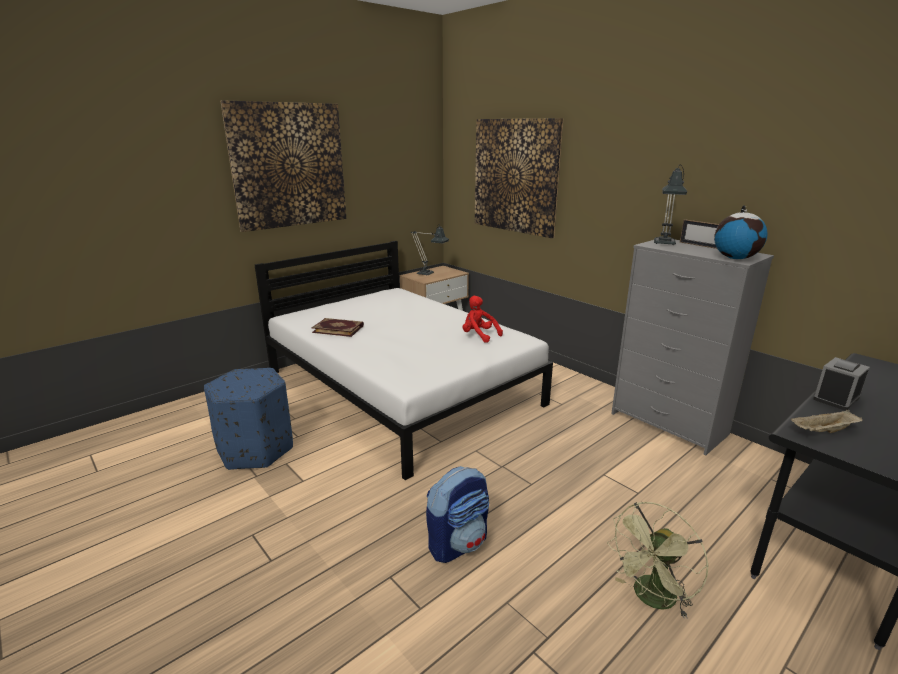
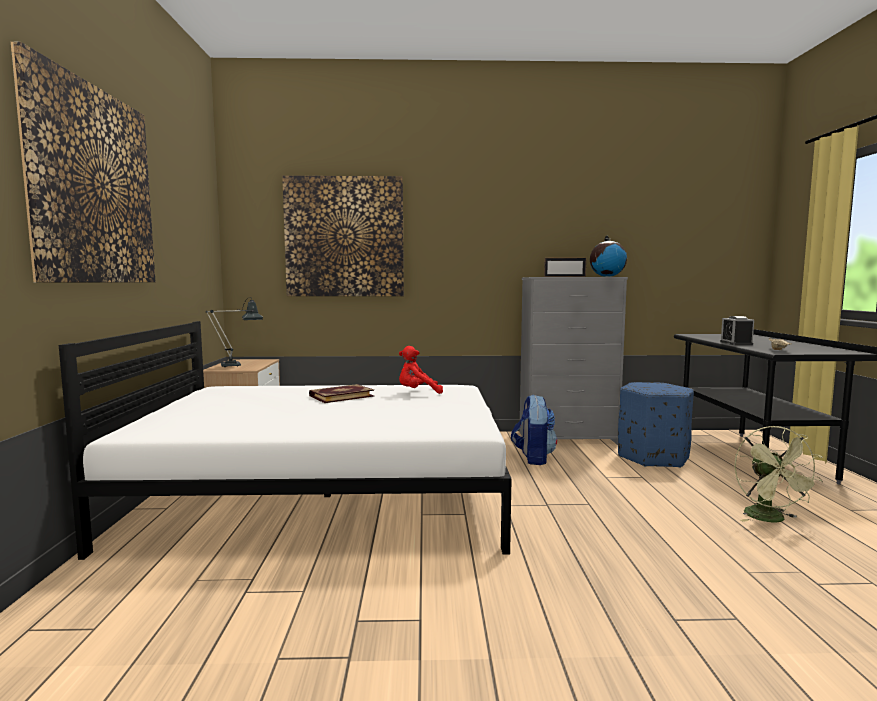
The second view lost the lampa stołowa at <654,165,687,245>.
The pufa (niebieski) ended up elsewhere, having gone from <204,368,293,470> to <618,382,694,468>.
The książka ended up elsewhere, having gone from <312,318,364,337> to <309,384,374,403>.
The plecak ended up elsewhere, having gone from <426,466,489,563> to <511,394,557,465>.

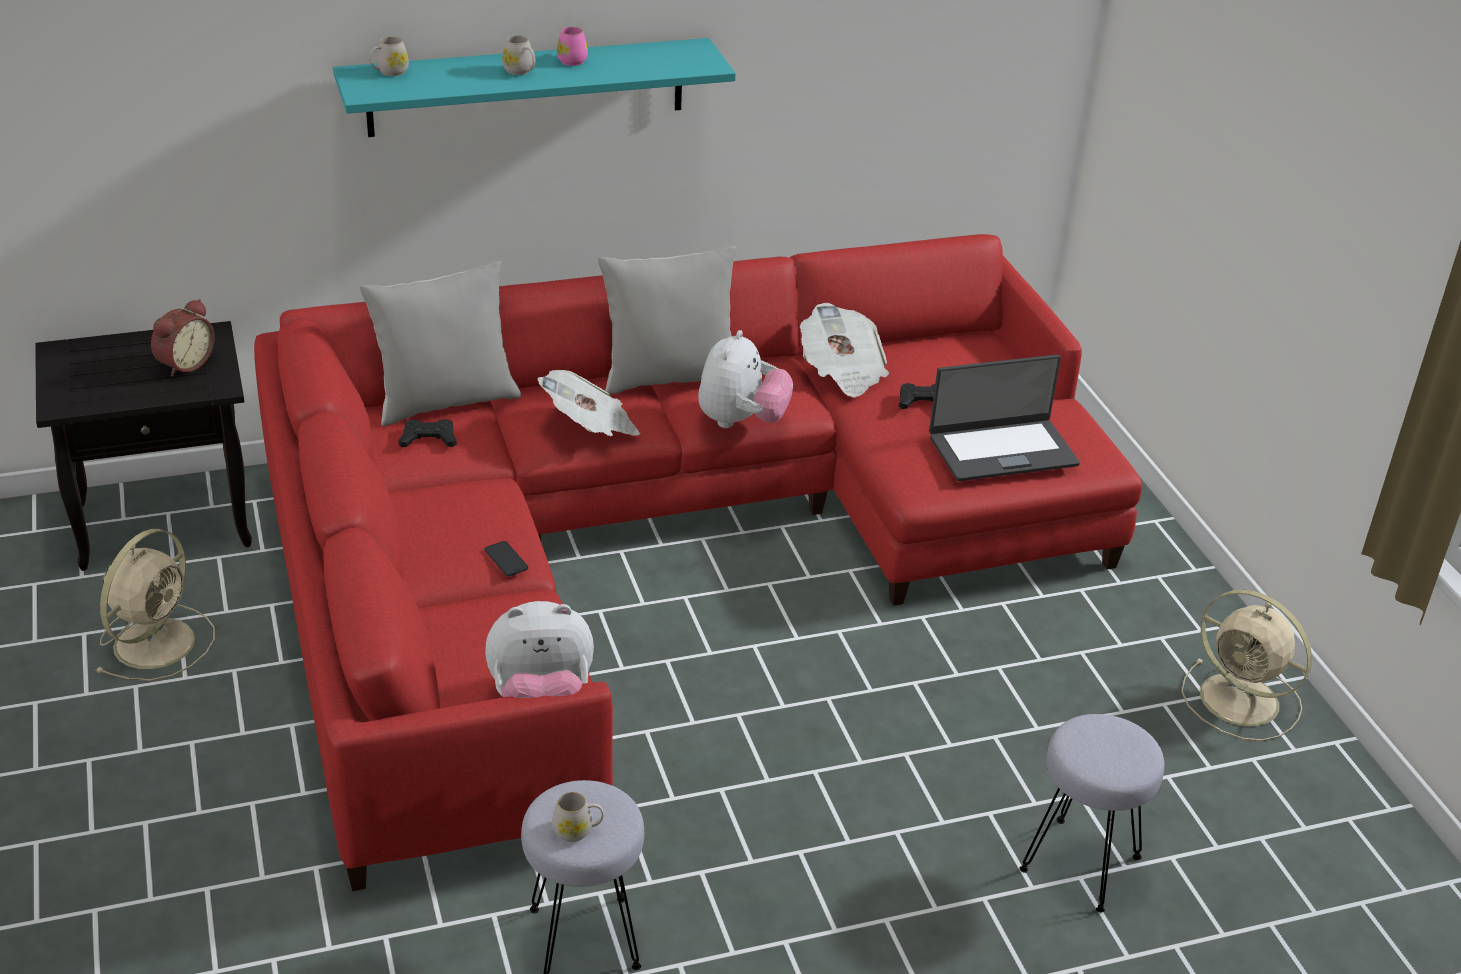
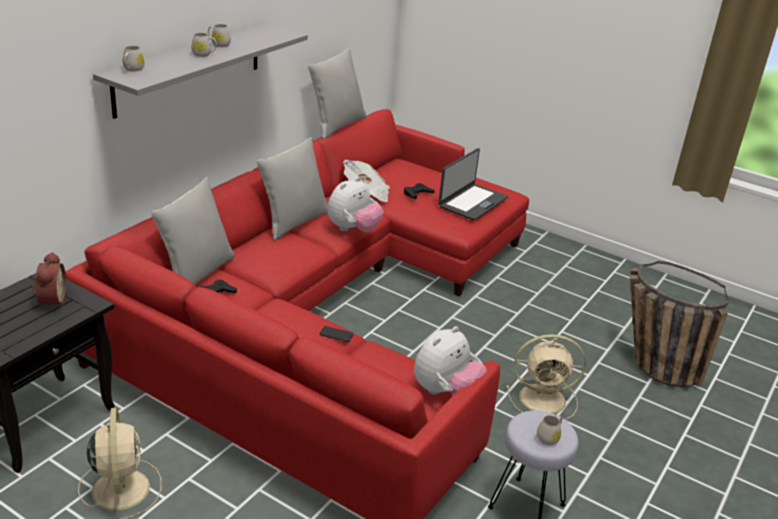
The second view lost the gazeta at <538,370,640,436>.
The second view gained the poduszka (szary) at <308,48,366,139>.
The wentylator (beżowy) ended up elsewhere, having gone from <1181,589,1312,741> to <506,334,586,420>.
Where the stołek (szary) stood at <1020,714,1164,913>, the koszyk came to stand at <630,261,729,387>.
What was the półka (turkusowy) at <333,38,736,137> turned into the półka (szary) at <93,23,308,119>.
What was the kubek (różowy) at <557,27,588,66> turned into the kubek (biały) at <208,24,231,47>.
The pluszak at <698,330,793,428> ended up facing another way, 60 degrees clockwise from before.

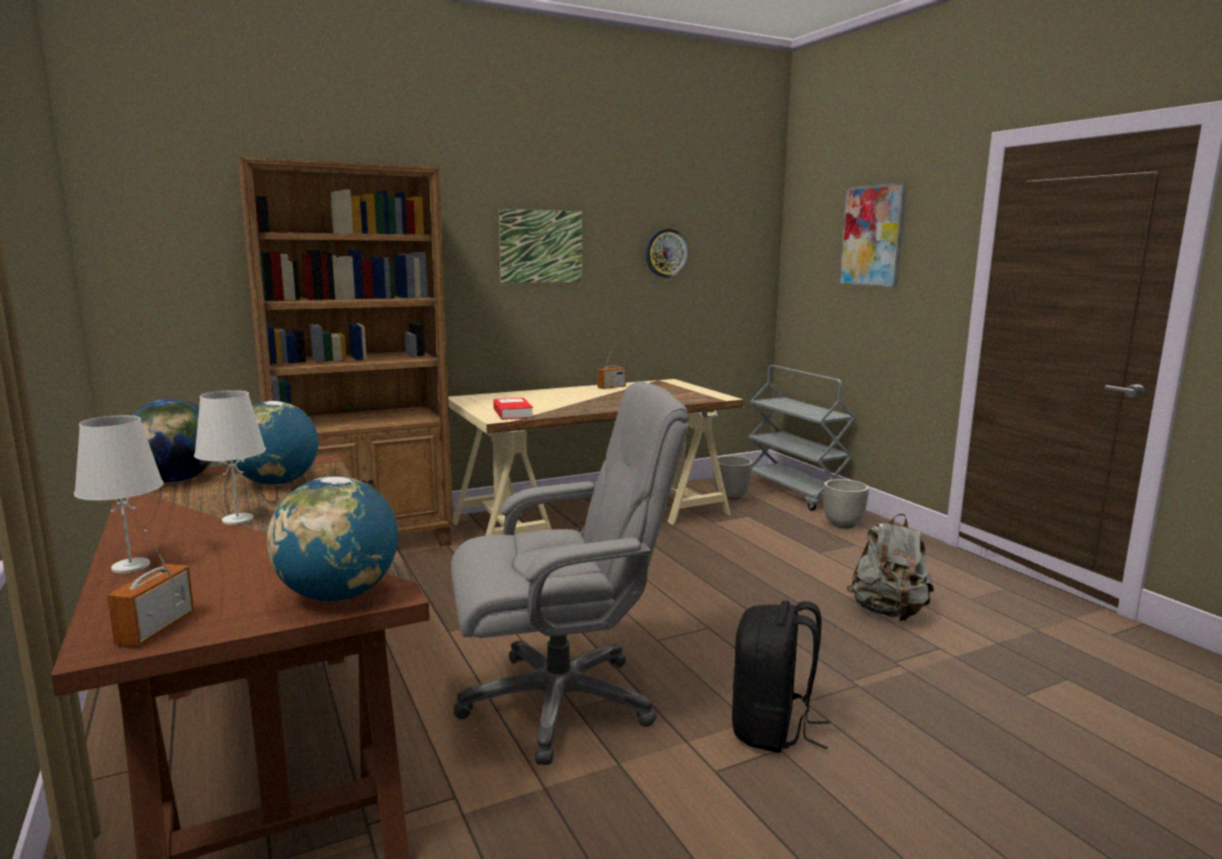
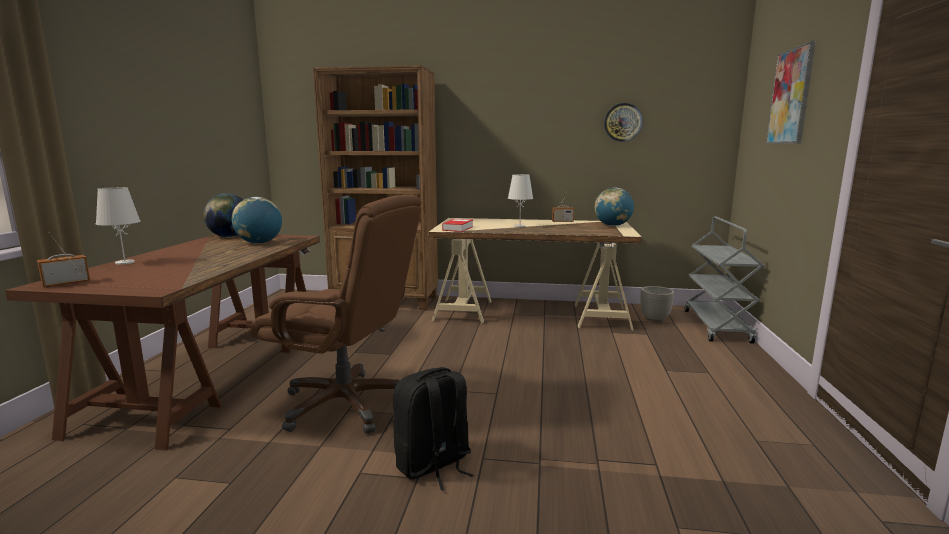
The second view lost the obraz at <499,209,582,283>.
The second view lost the donica at <824,479,869,529>.
The second view lost the plecak (szary) at <847,514,934,621>.
The lampa stołowa (biały) ended up elsewhere, having gone from <194,390,266,525> to <508,174,533,227>.
The globus ended up elsewhere, having gone from <267,477,398,601> to <595,188,634,226>.
What was the krzesło biurowe (szary) at <451,381,689,765> turned into the krzesło biurowe (brązowy) at <251,195,422,434>.

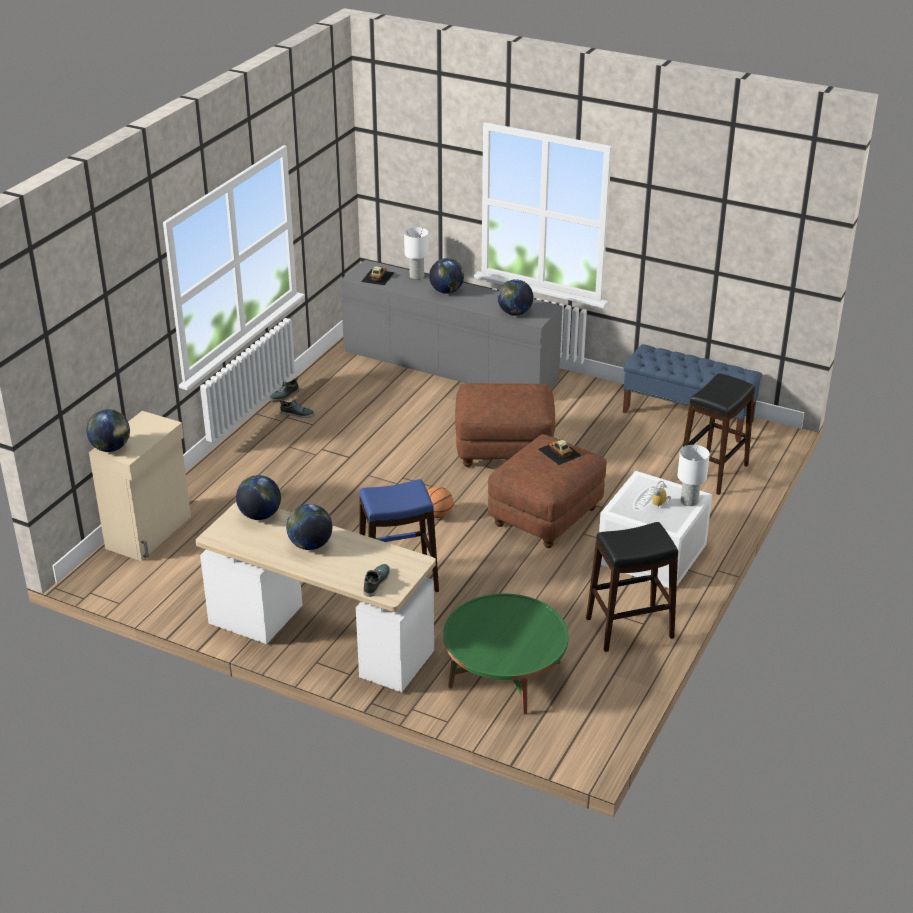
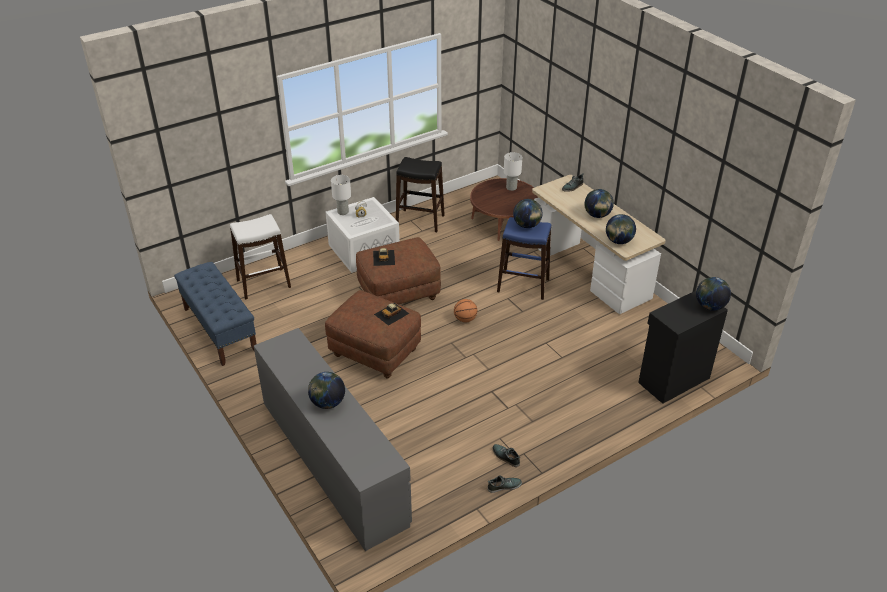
The samochodzik ended up elsewhere, having gone from <361,266,395,285> to <374,303,409,326>.
The lampa stołowa (biały) ended up elsewhere, having gone from <404,227,429,279> to <504,152,522,191>.
The globus ended up elsewhere, having gone from <498,279,533,316> to <513,199,543,228>.
What was the szafka (beżowy) at <89,411,191,561> turned into the szafka (czarny) at <638,291,728,404>.
What was the ława (zielony) at <443,594,569,715> turned into the ława (brązowy) at <470,178,538,241>.
What was the stołek (czarny) at <678,373,755,495> turned into the stołek (biały) at <230,214,291,300>.

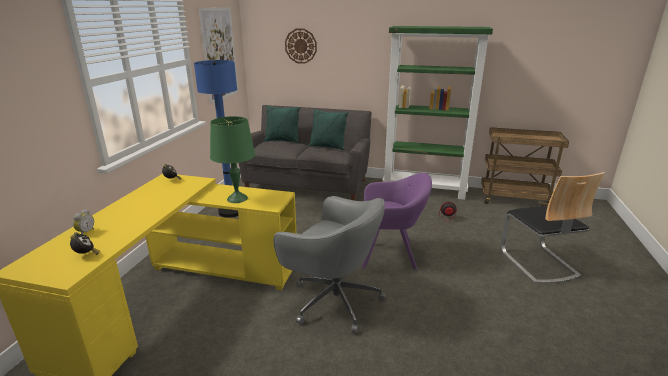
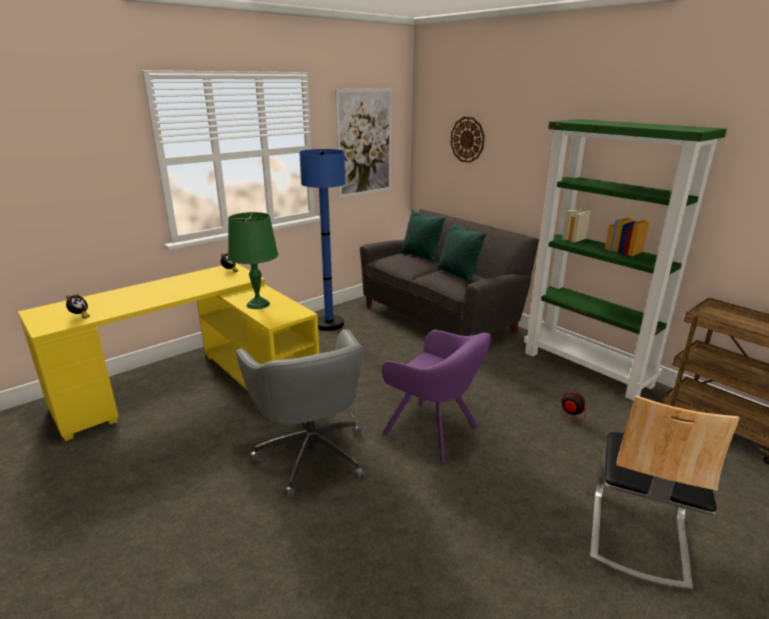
The second view lost the budzik at <73,209,94,234>.

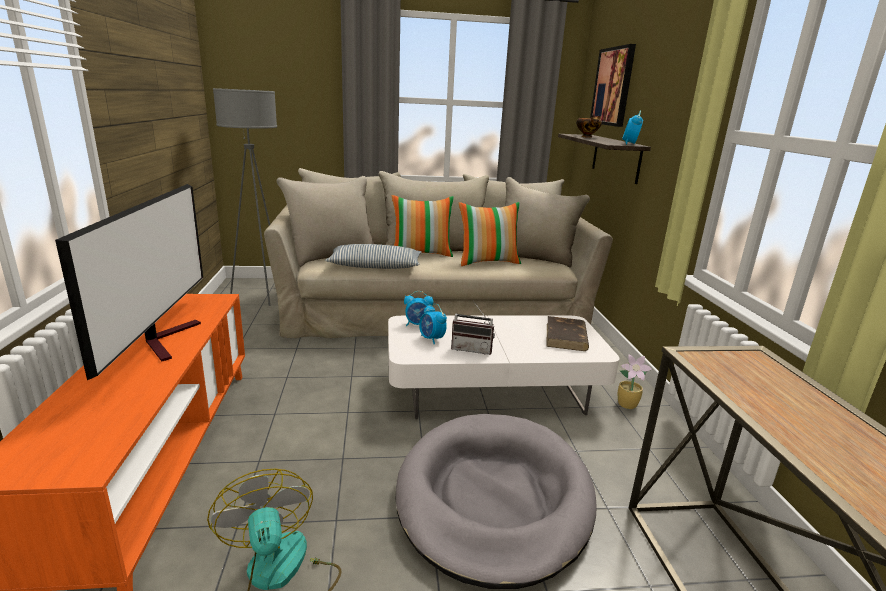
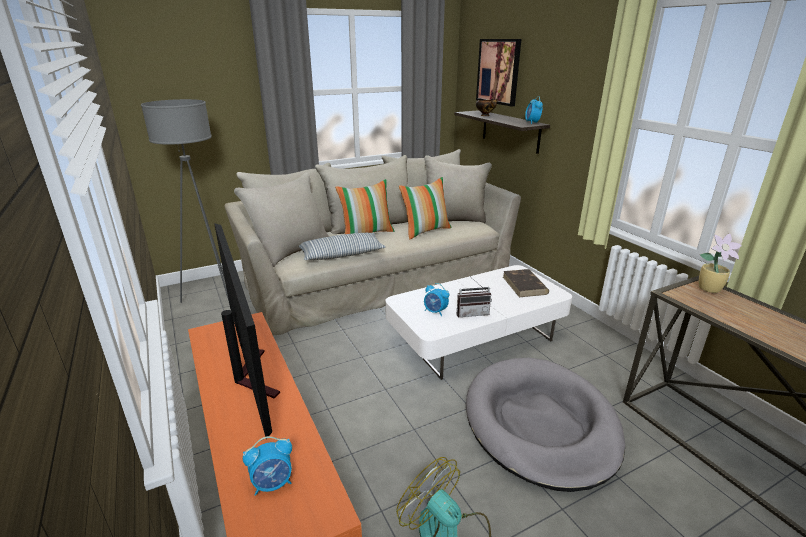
The budzik ended up elsewhere, having gone from <404,291,434,326> to <243,436,292,496>.
The roślina doniczkowa ended up elsewhere, having gone from <618,354,652,409> to <699,233,742,293>.

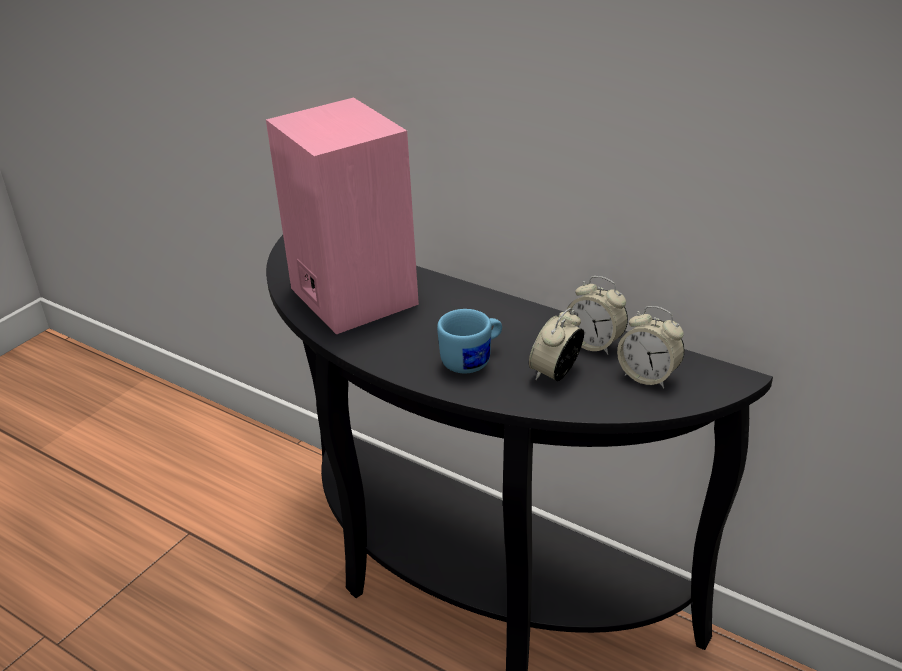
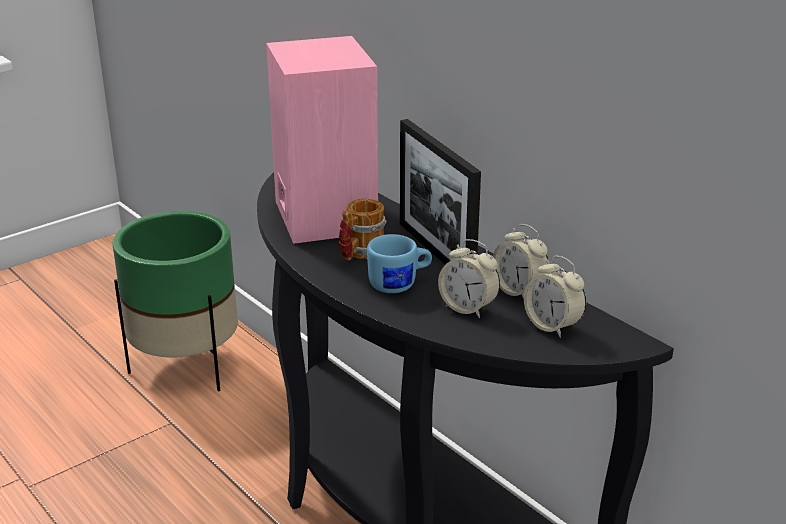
The second view gained the donica (zielony) at <113,211,238,391>.
The second view gained the kubek at <339,198,387,261>.
The second view gained the ramka na zdjęcie at <400,119,481,264>.
The budzik at <529,308,584,381> ended up facing another way, 105 degrees counterclockwise from before.

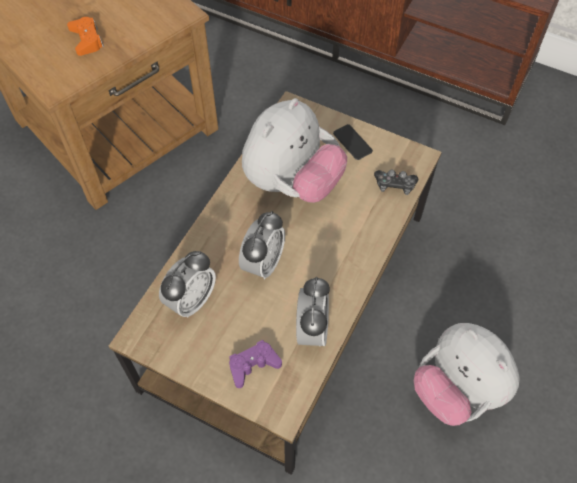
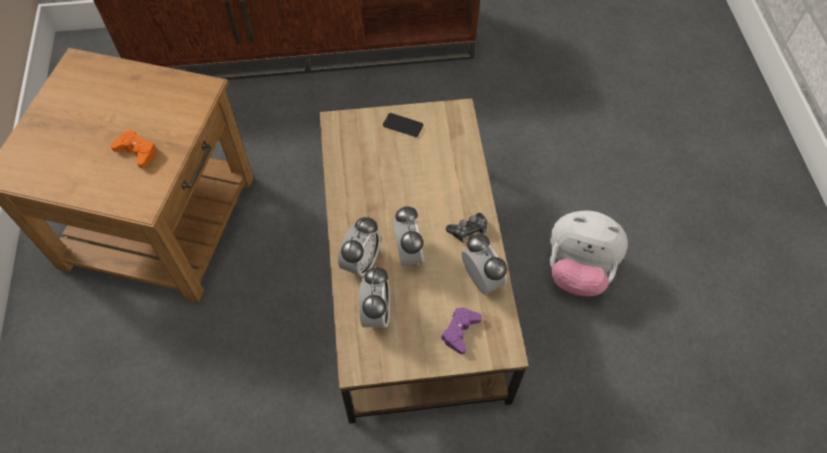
The second view lost the pluszak at <242,98,347,203>.
The second view gained the budzik at <338,216,381,277>.
The pad do gier ended up elsewhere, having gone from <374,169,418,195> to <446,213,488,242>.

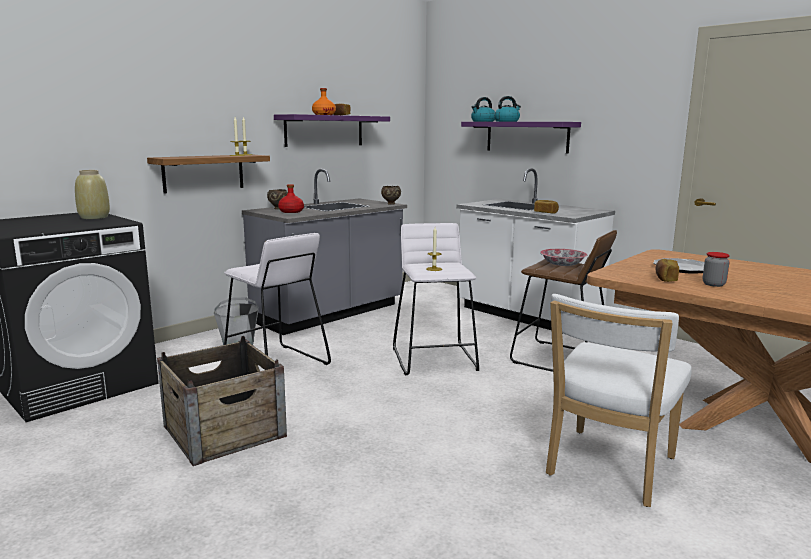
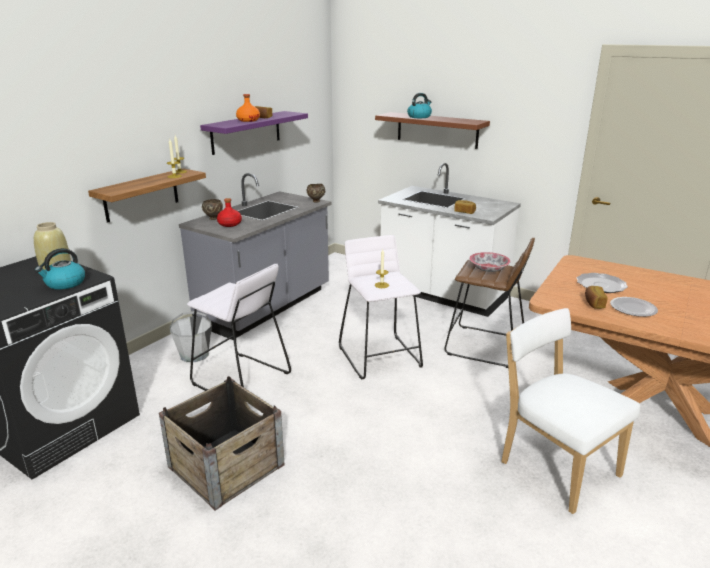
The czajnik ended up elsewhere, having gone from <471,97,495,122> to <35,248,85,290>.
Where the słoik stood at <703,252,730,287>, the talerz came to stand at <610,297,658,317>.
What was the półka (fioletowy) at <461,122,581,154> turned into the półka (brązowy) at <375,112,490,149>.
The krzesło (biały) at <546,294,692,507> ended up facing another way, 120 degrees clockwise from before.

